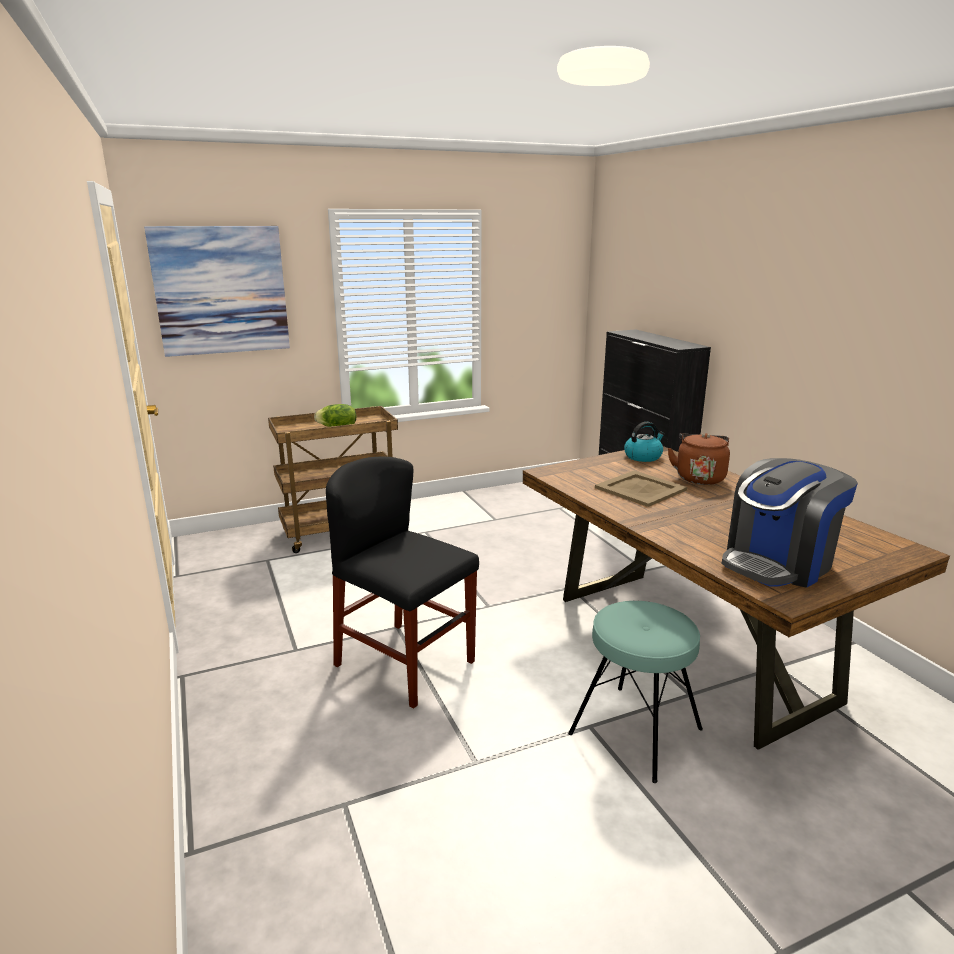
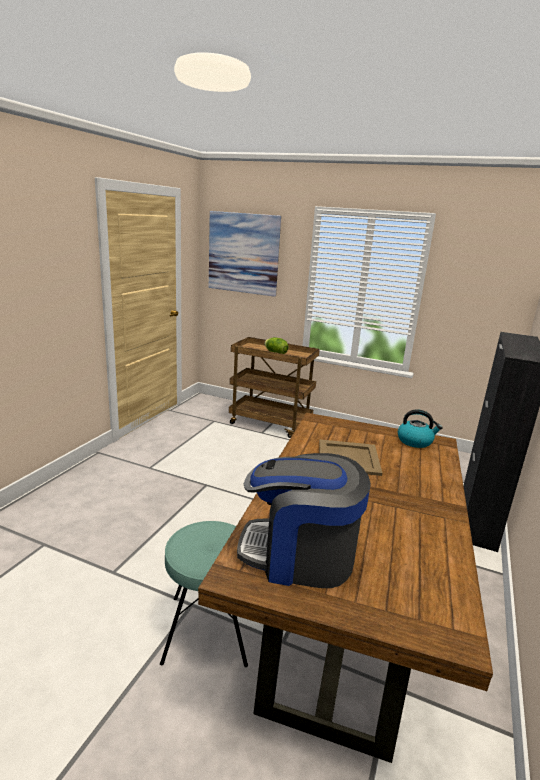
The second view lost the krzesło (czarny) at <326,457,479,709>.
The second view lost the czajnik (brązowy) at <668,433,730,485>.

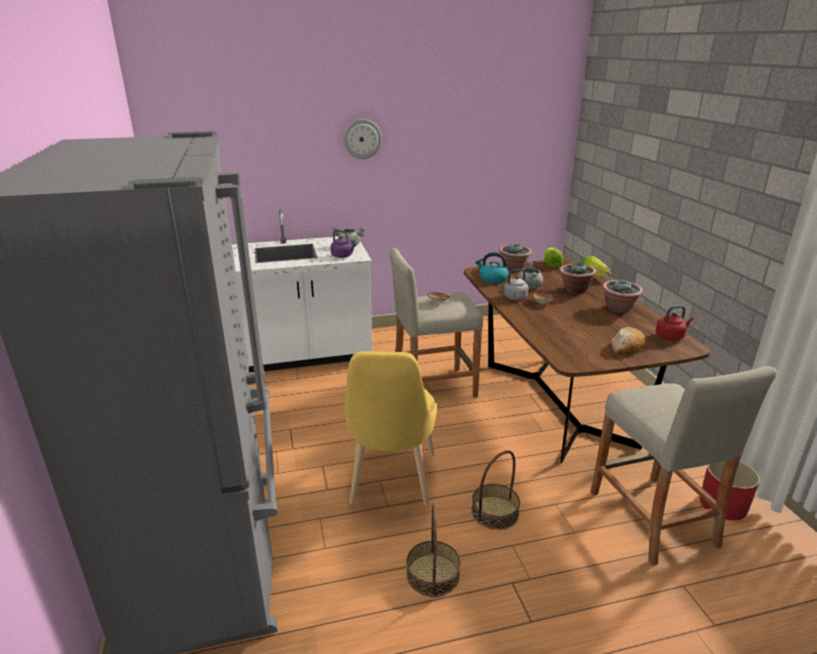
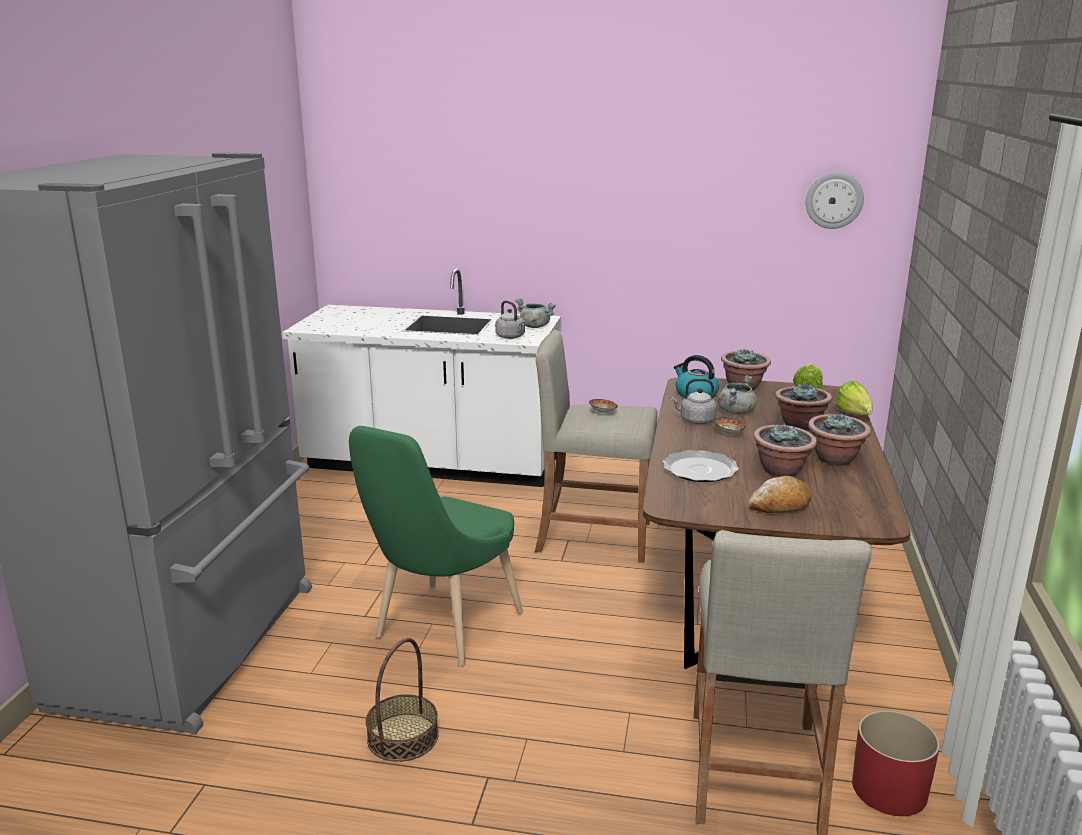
The second view lost the koszyk at <471,450,520,530>.
The second view lost the czajnik (czerwony) at <656,305,694,340>.
The second view gained the talerz at <663,450,739,482>.
The second view gained the roślina doniczkowa at <753,424,817,477>.
The zegar ścienny ended up elsewhere, having gone from <343,119,382,159> to <806,172,864,229>.
What was the czajnik (fioletowy) at <330,230,356,258> turned into the czajnik (szary) at <495,301,525,339>.
What was the krzesło (żółty) at <345,351,437,507> turned into the krzesło (zielony) at <349,426,523,666>.

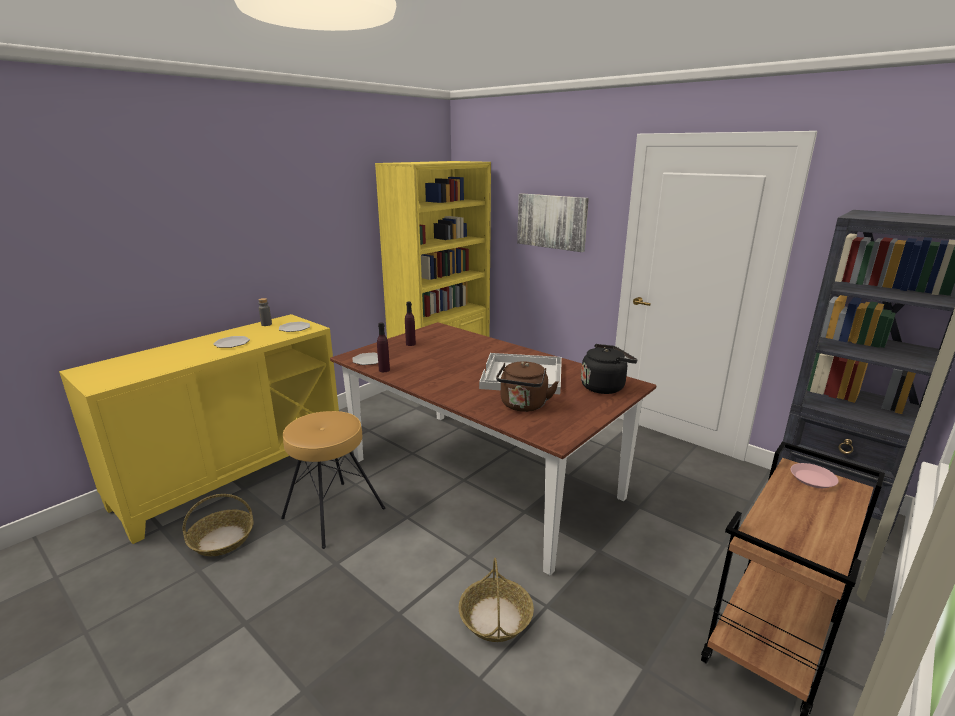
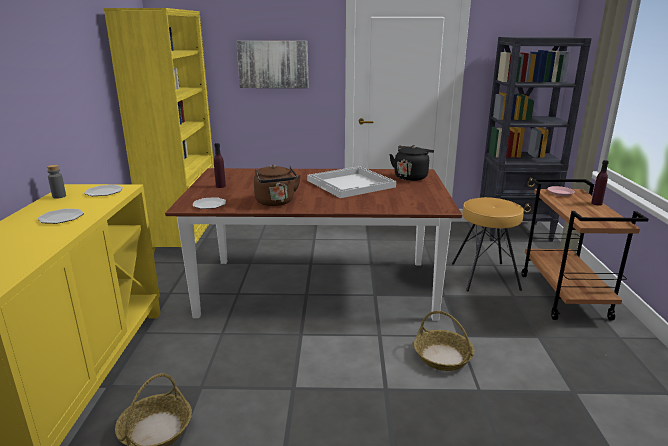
The stołek (brązowy) ended up elsewhere, having gone from <281,411,385,549> to <452,197,524,291>.
The butelka (fioletowy) ended up elsewhere, having gone from <377,322,390,372> to <591,160,609,206>.
The czajnik (brązowy) ended up elsewhere, having gone from <496,362,559,412> to <254,165,301,206>.

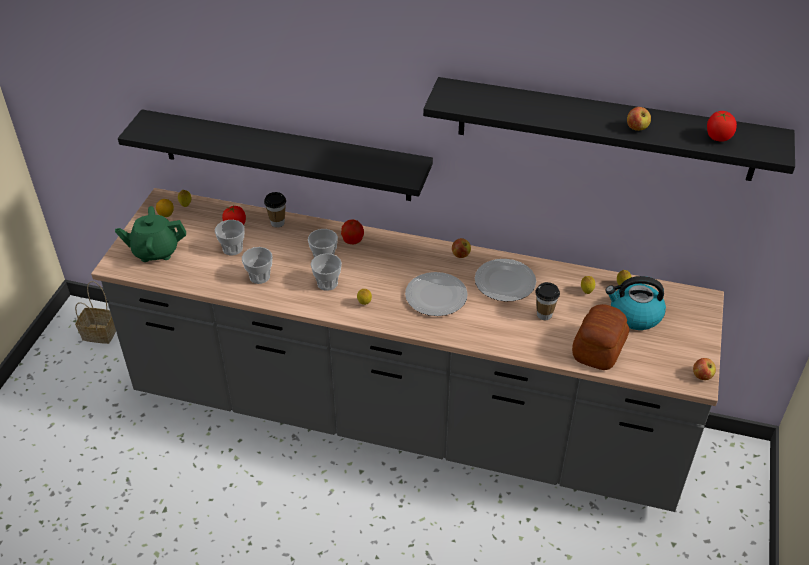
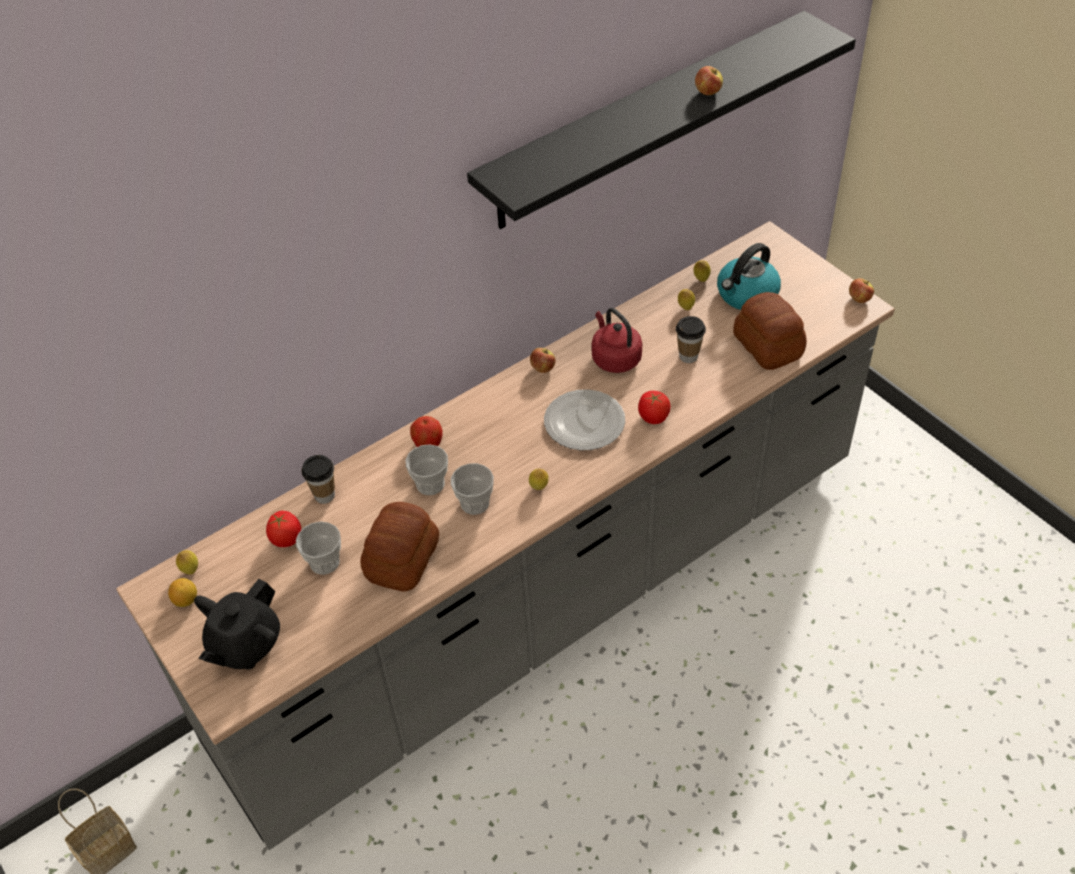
The second view lost the półka (czarny) at <118,109,433,201>.
The pomidor ended up elsewhere, having gone from <707,111,737,142> to <638,391,671,424>.
Where the filiżanka stood at <242,247,272,284>, the chleb came to stand at <360,502,439,592>.
Where the talerz stood at <475,259,536,301>, the czajnik (czerwony) came to stand at <592,308,642,373>.
What was the imbryk (zielony) at <115,206,186,262> turned into the imbryk (czarny) at <194,579,280,670>.

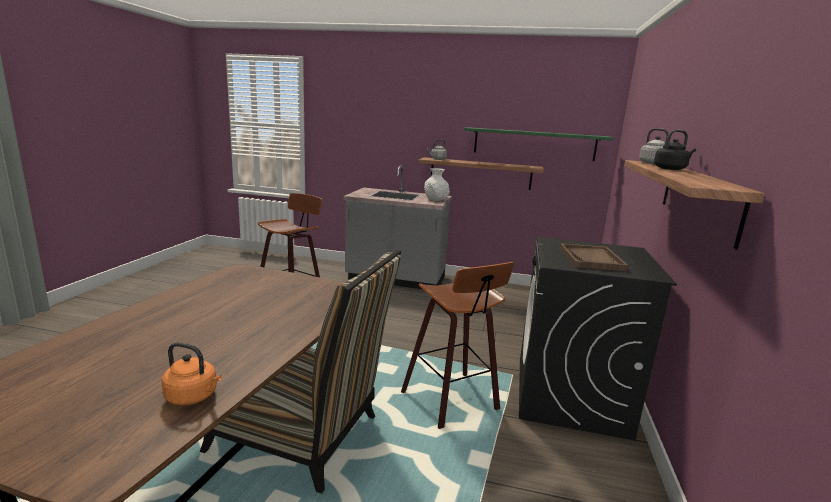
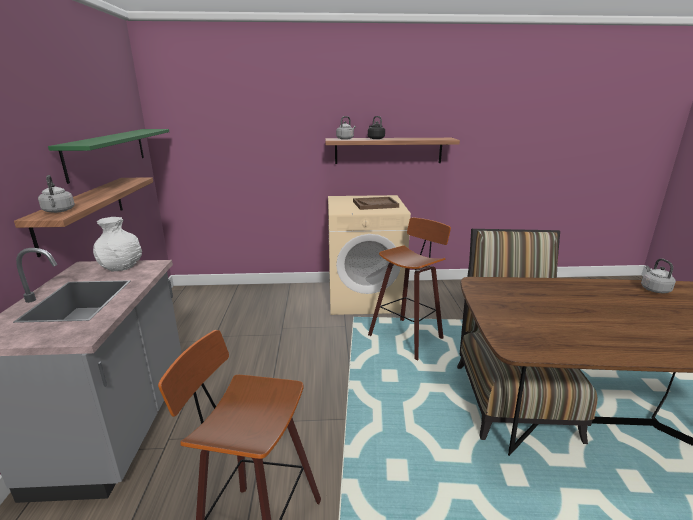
What was the czajnik (pomarańczowy) at <161,342,222,406> turned into the czajnik (szary) at <641,258,676,293>.
What was the pralka (czarny) at <519,237,677,440> turned into the pralka (beżowy) at <328,195,411,315>.

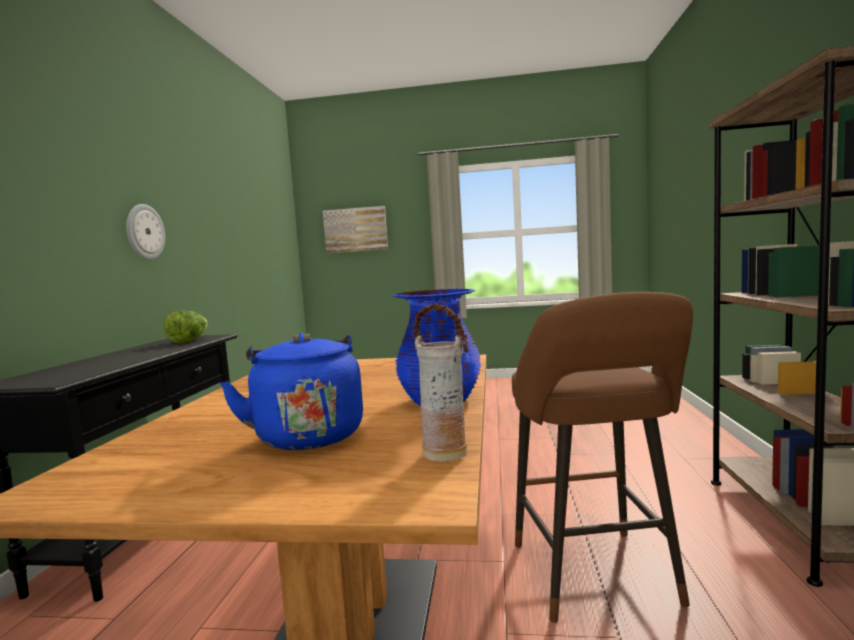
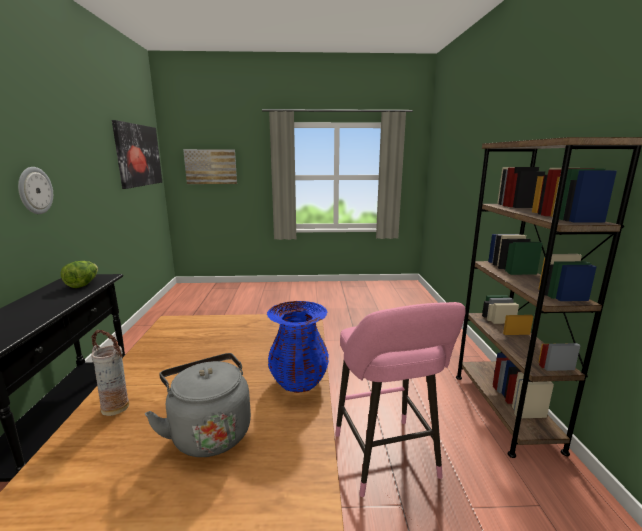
The second view gained the obraz at <112,120,162,189>.
The wazon ended up elsewhere, having gone from <414,304,468,462> to <91,330,129,416>.
What was the czajnik (niebieski) at <220,333,363,450> turned into the czajnik (szary) at <145,353,251,457>.
What was the stołek (brązowy) at <512,292,693,623> turned into the stołek (różowy) at <335,302,466,497>.

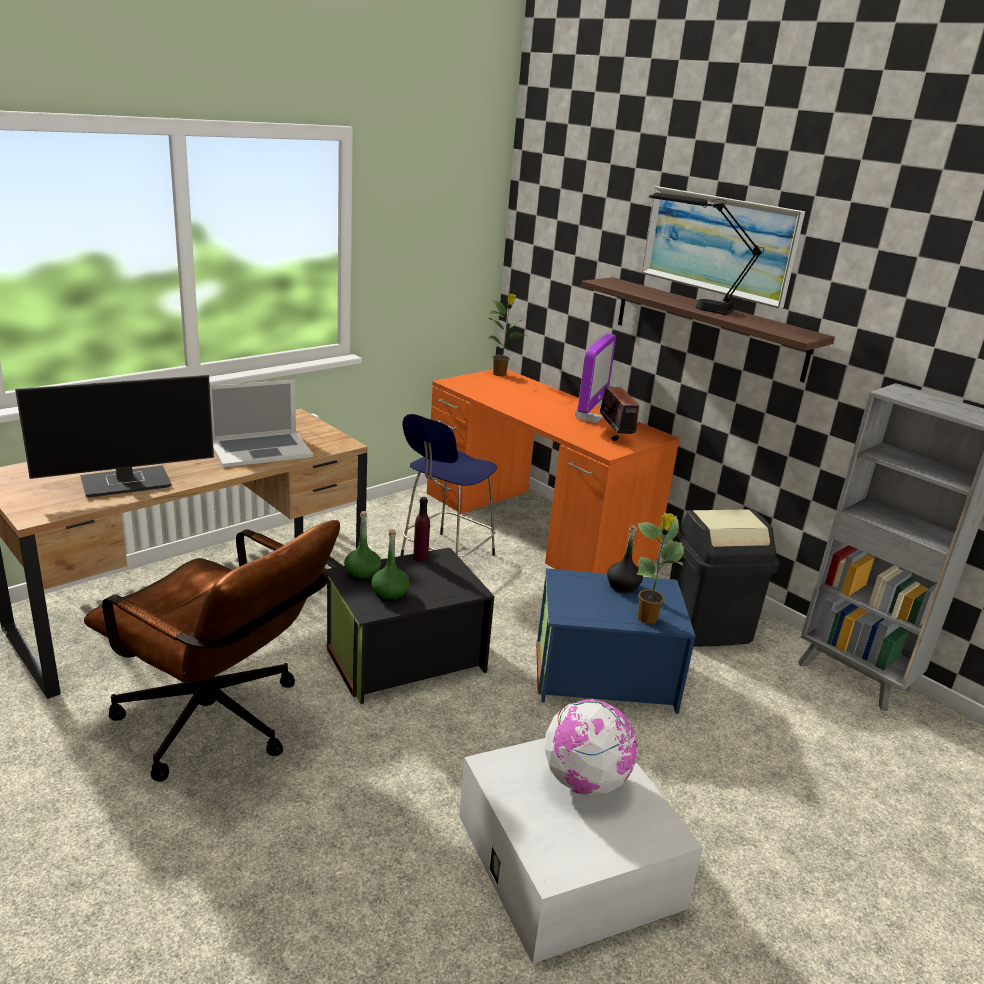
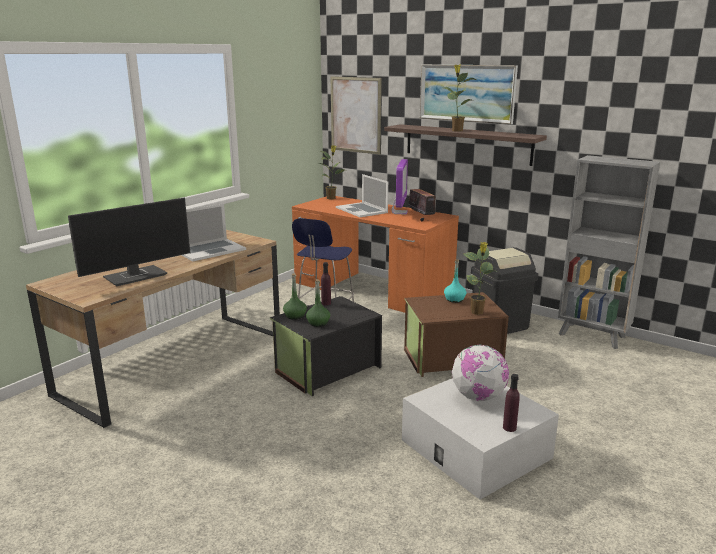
The second view lost the krzesło biurowe (brązowy) at <84,520,340,782>.
The second view gained the obraz at <331,76,382,155>.
The second view gained the laptop at <336,174,388,217>.
The second view gained the butelka (fioletowy) at <503,374,520,432>.
Where the lampa stołowa (czarny) stood at <649,193,764,315>, the roślina doniczkowa came to stand at <444,65,476,132>.
What was the pojemnik do przechowywania (niebieski) at <536,568,696,714> turned into the pojemnik do przechowywania (brązowy) at <404,292,509,377>.
What was the butelka (czarny) at <607,525,643,593> turned into the butelka (turkusowy) at <444,259,466,303>.

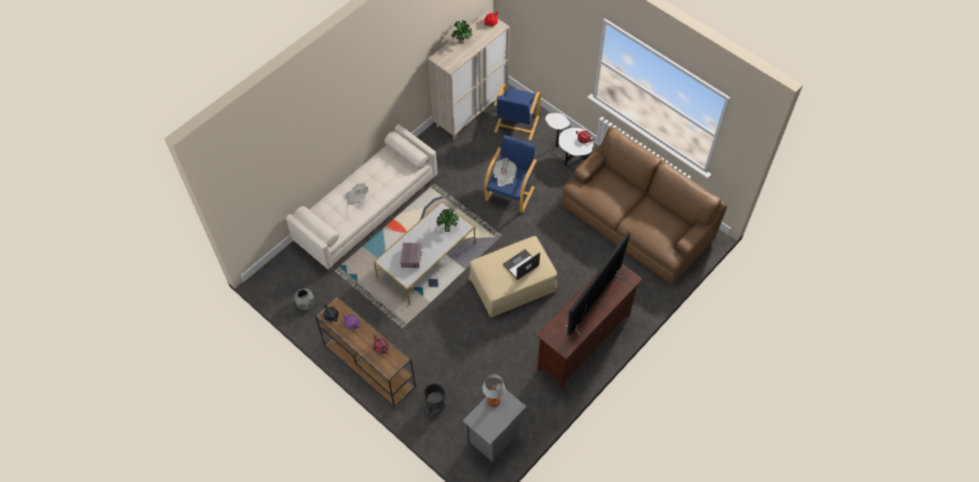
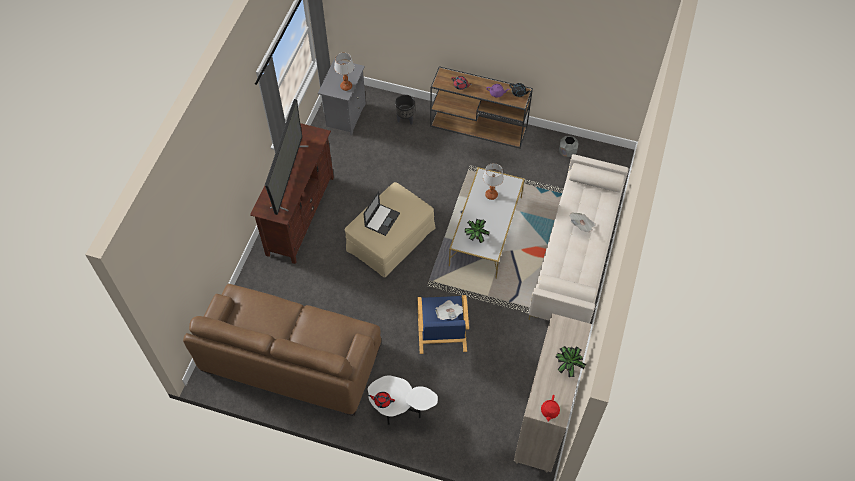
The second view lost the fotel (niebieski) at <494,84,541,140>.
Where the radio stood at <400,243,422,268>, the lampa stołowa came to stand at <483,163,504,200>.

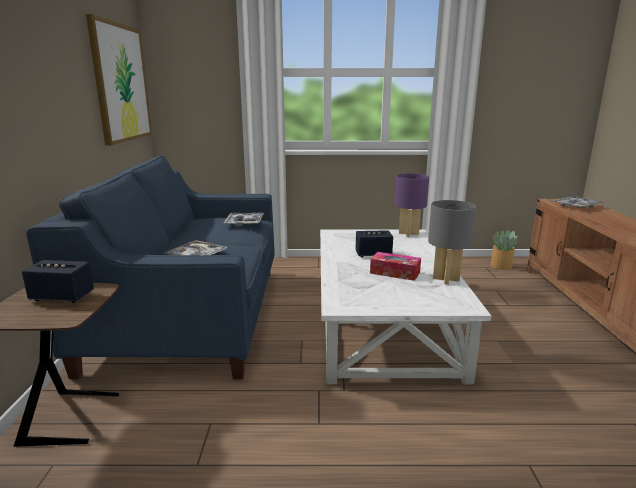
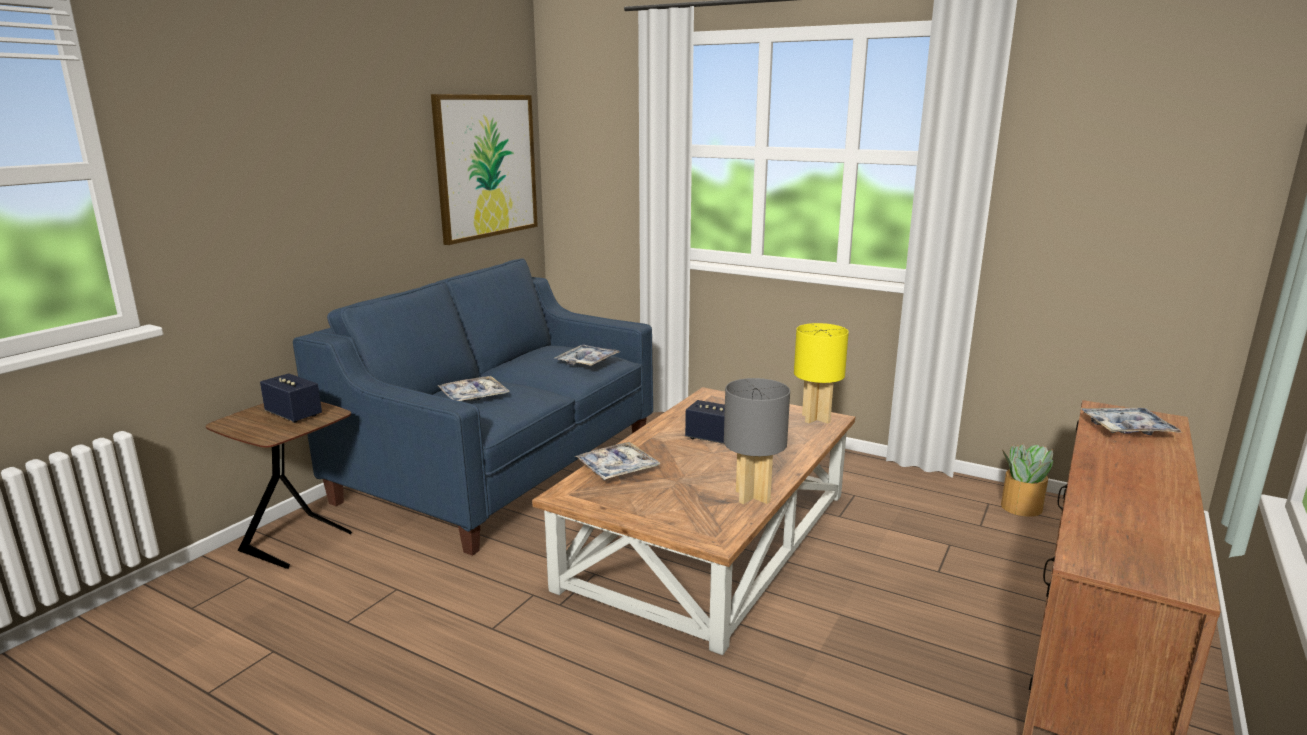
The second view lost the pudełko chusteczek at <370,252,421,281>.
The second view gained the taca at <574,442,660,480>.
What was the ława (biały) at <320,229,491,385> turned into the ława (brązowy) at <532,387,855,655>.
What was the lampa stołowa (fioletowy) at <395,173,429,237> turned into the lampa stołowa (żółty) at <794,323,849,424>.

